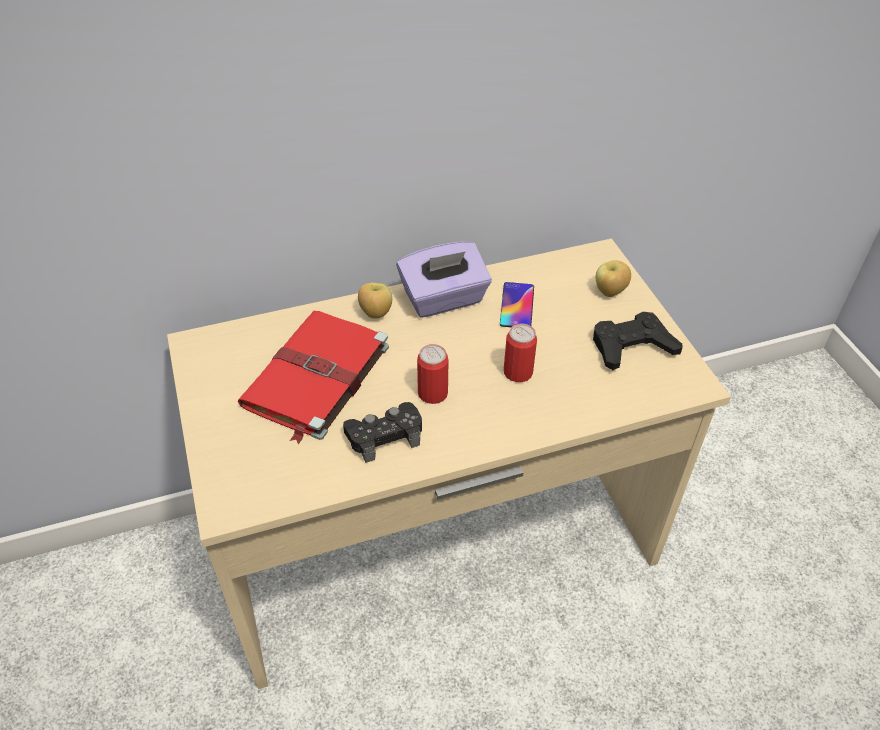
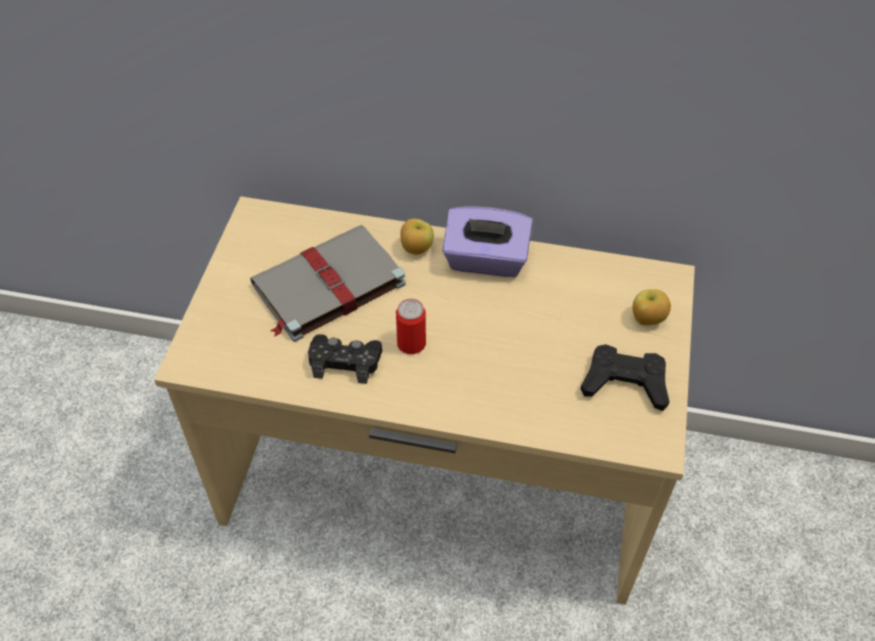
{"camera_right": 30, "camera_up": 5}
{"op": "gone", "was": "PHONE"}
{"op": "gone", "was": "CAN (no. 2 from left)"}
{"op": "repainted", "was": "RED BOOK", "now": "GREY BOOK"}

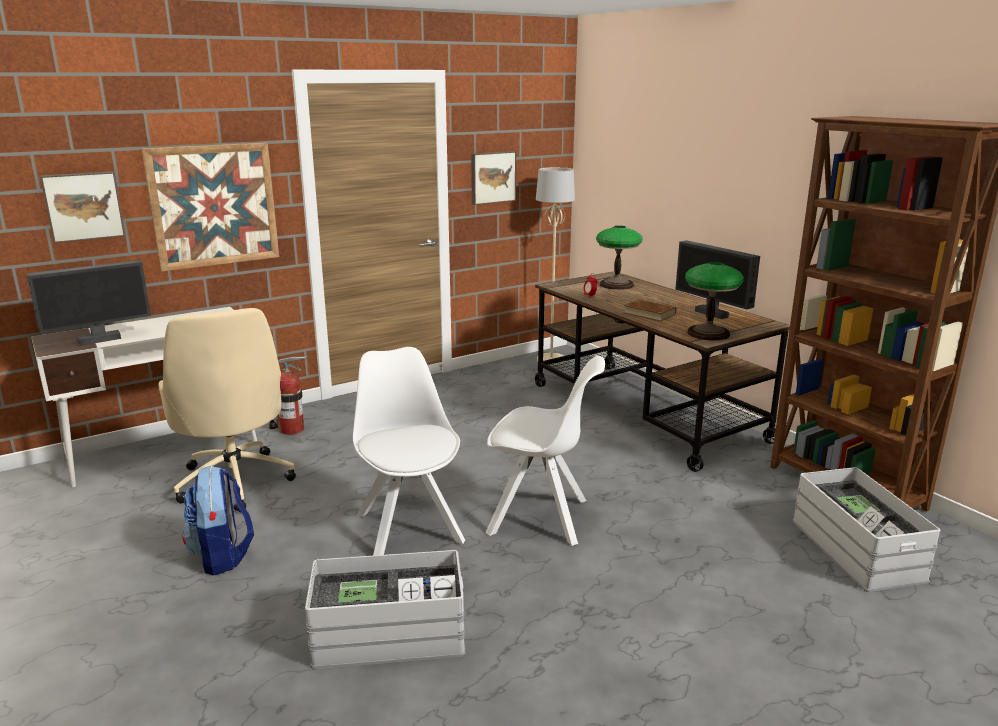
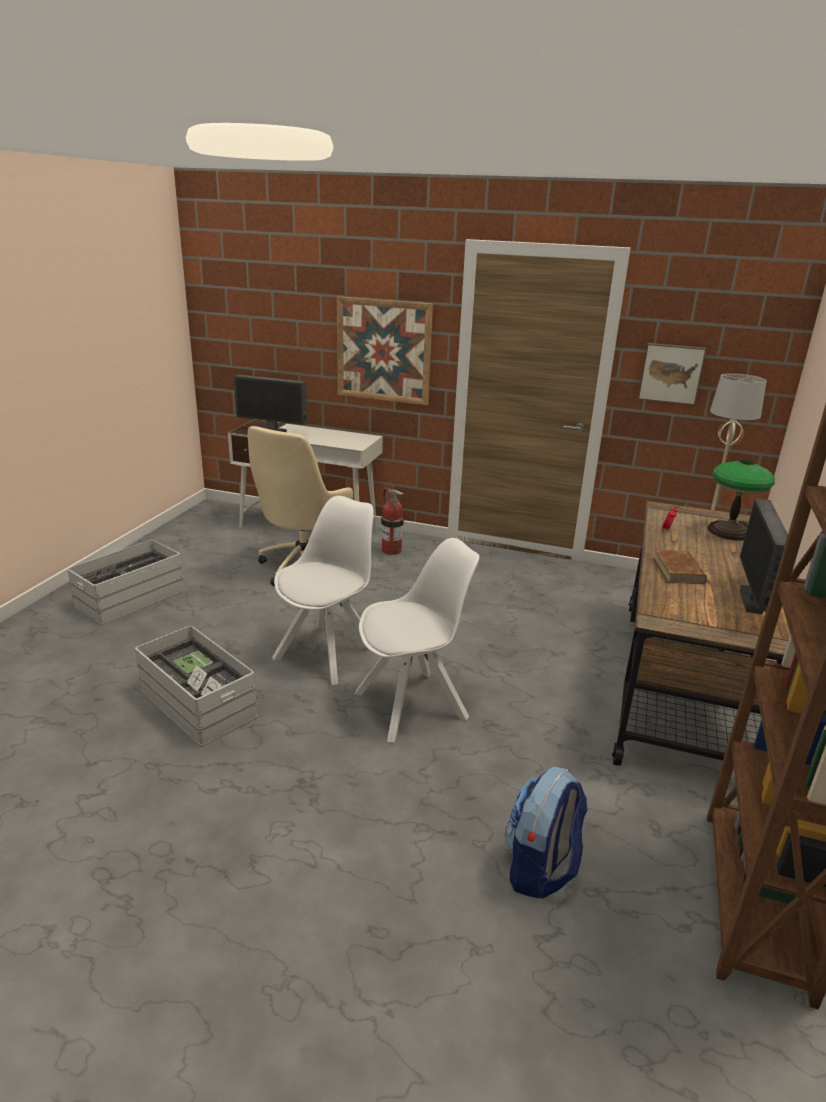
{"camera_right": 50, "camera_up": 5}
{"op": "gone", "was": "PICTURE (no. 1 from left)"}
{"op": "gone", "was": "TABLE LAMP (no. 2 from left)"}
{"op": "shifted", "was": "BACKPACK"}
{"op": "shifted", "was": "GREY STORAGE BOX (no. 2 from left in the first image)", "now": "GREY STORAGE BOX (no. 1 from left)"}
{"op": "rotated", "was": "WHITE CHAIR (no. 2 from left)", "clockwise": -90}

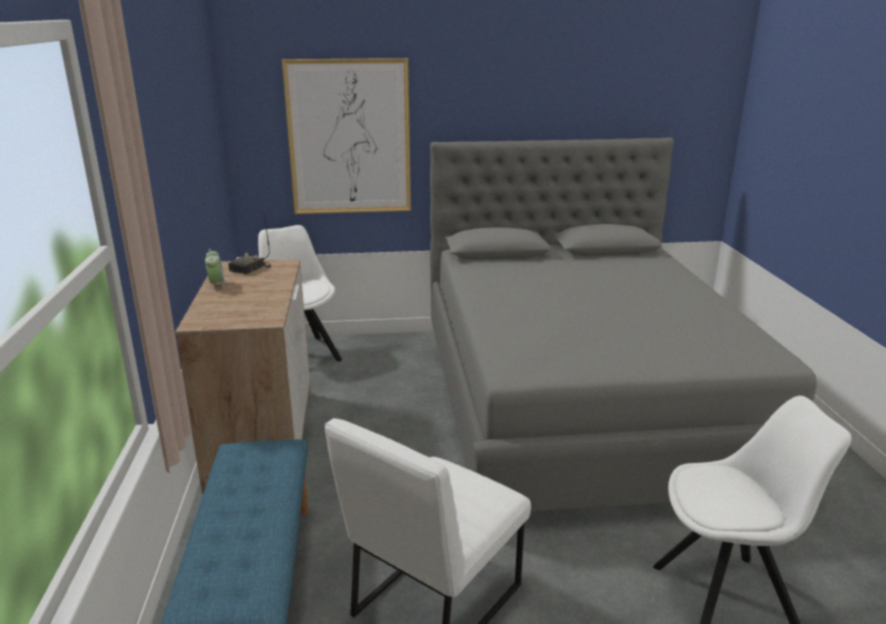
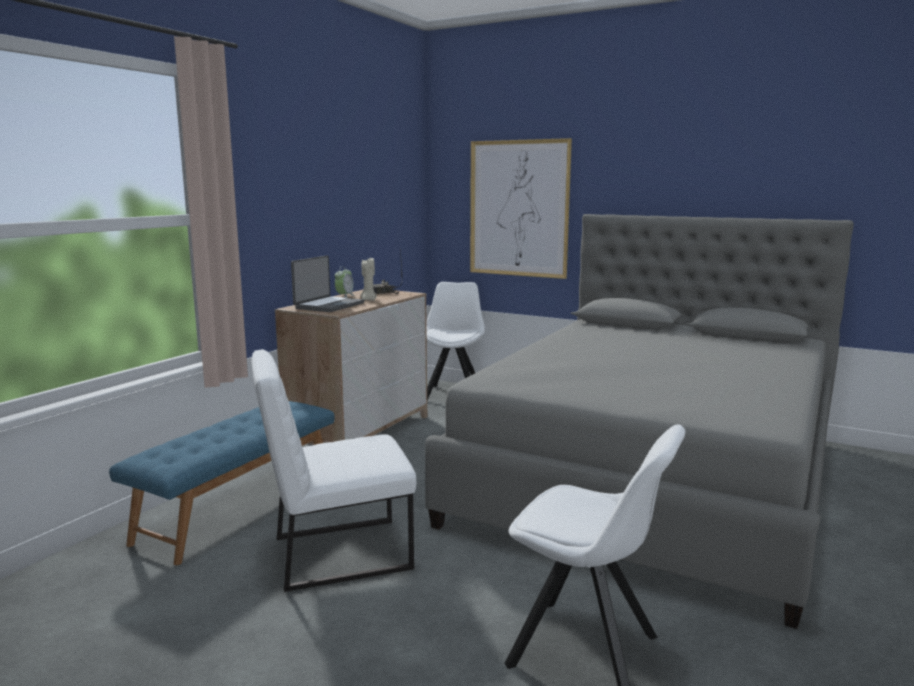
{"camera_right": 35, "camera_up": -10}
{"op": "new", "now": "LAPTOP"}
{"op": "new", "now": "BEIGE CANDLE"}

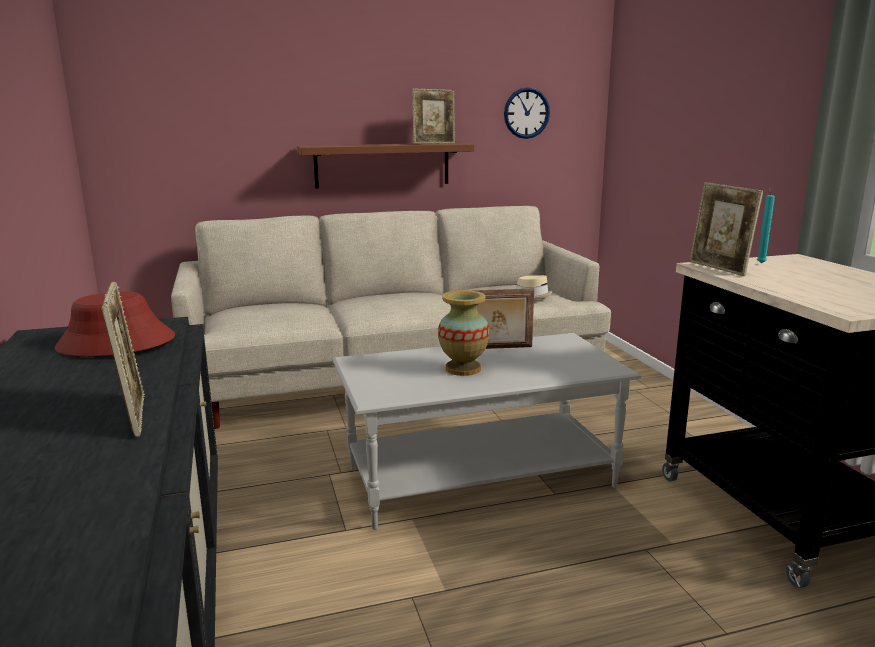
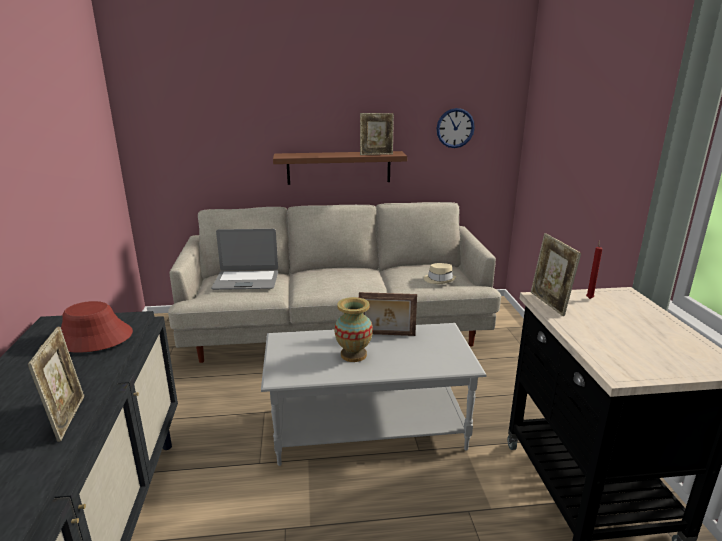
{"camera_right": 10, "camera_up": 5}
{"op": "new", "now": "LAPTOP"}
{"op": "repainted", "was": "TURQUOISE CANDLE", "now": "RED CANDLE"}

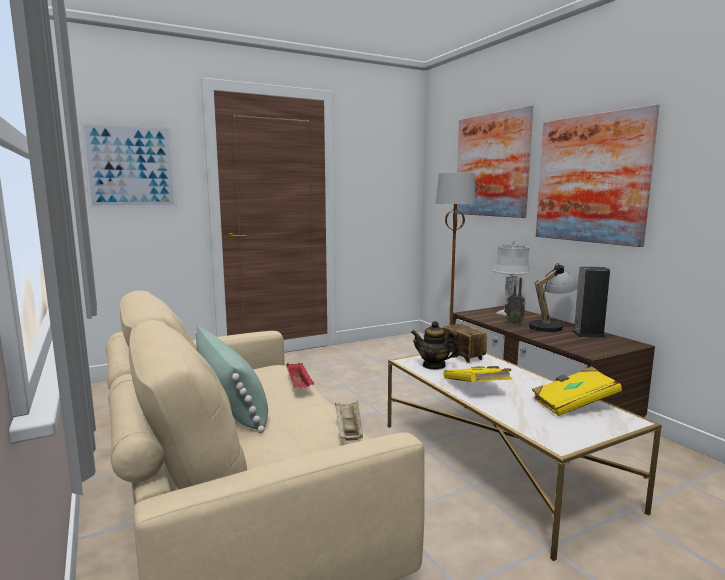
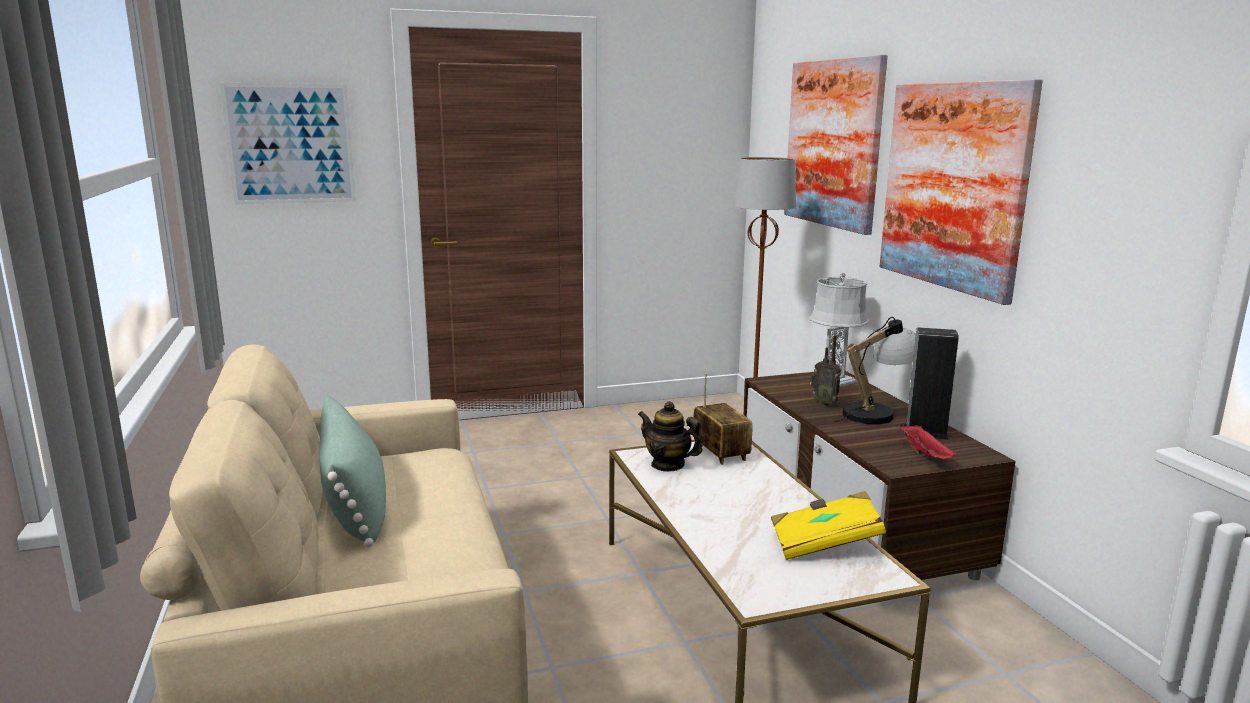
{"camera_right": 10, "camera_up": 5}
{"op": "gone", "was": "BEIGE TRAY"}
{"op": "gone", "was": "YELLOW BOOK (no. 1 from left)"}
{"op": "shifted", "was": "RED TRAY"}

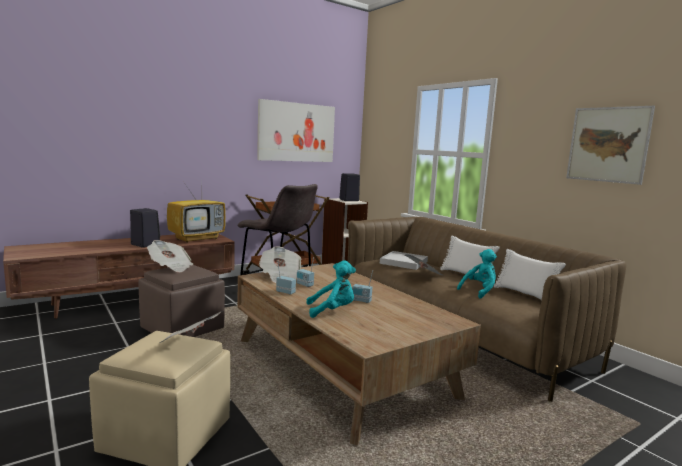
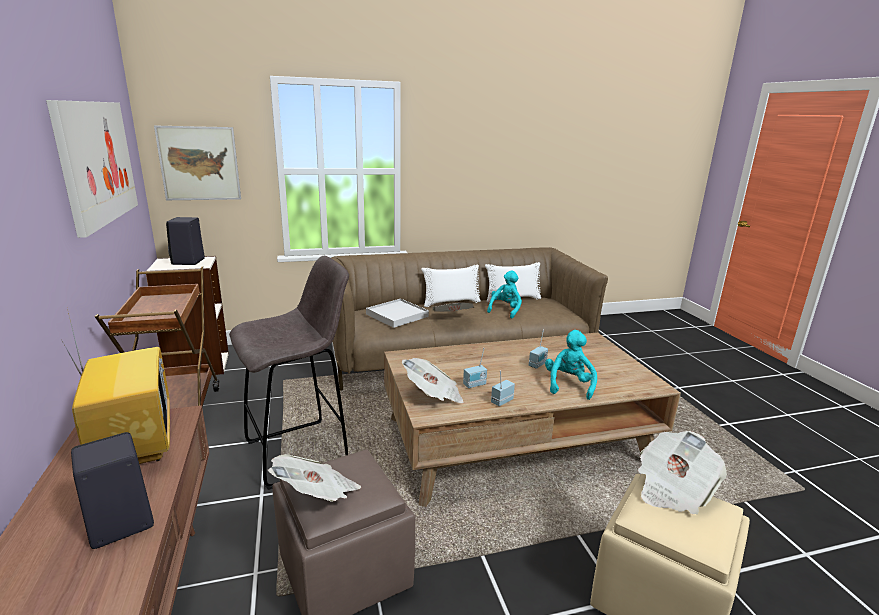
{"camera_right": -70, "camera_up": 10}
{"op": "shifted", "was": "PICTURE (no. 2 from left)"}
{"op": "rotated", "was": "TURQUOISE PLUSH TOY (no. 2 from left in the first image)", "clockwise": 45}

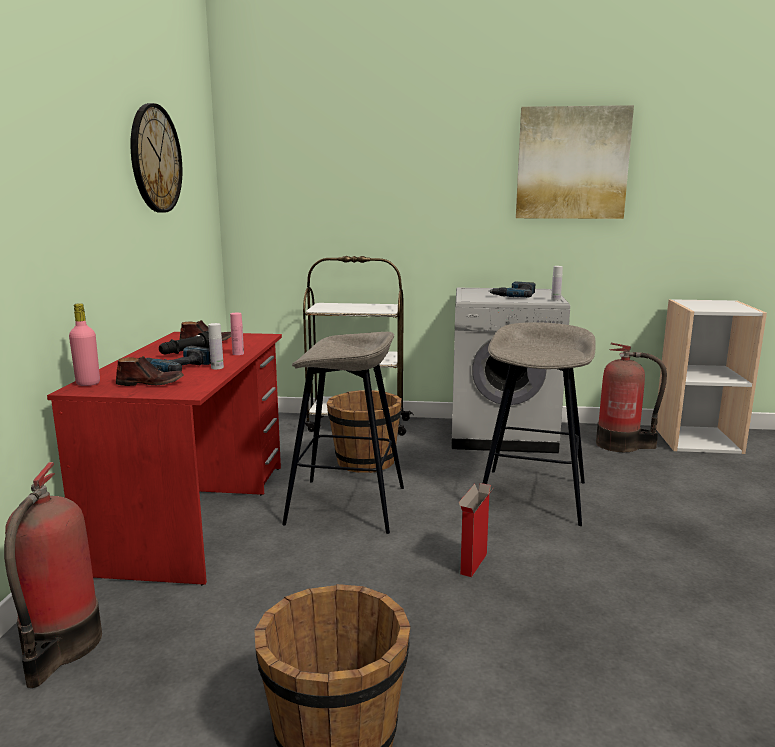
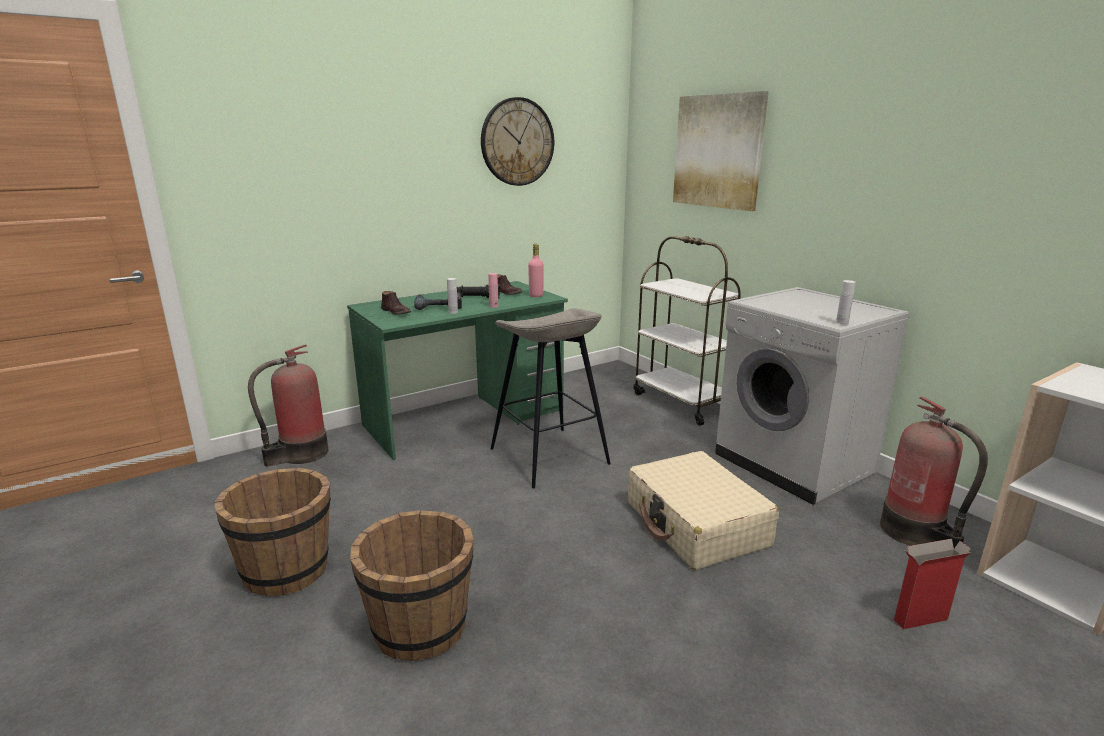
{"camera_right": 50, "camera_up": 5}
{"op": "gone", "was": "POWER DRILL (no. 2 from left)"}
{"op": "shifted", "was": "PINK BOTTLE (no. 1 from left in the first image)", "now": "PINK BOTTLE (no. 2 from left)"}
{"op": "shifted", "was": "BROWN BUCKET (no. 2 from left)"}
{"op": "shifted", "was": "CARDBOARD BOX"}
{"op": "shifted", "was": "PICTURE"}
{"op": "swapped", "was": "GREY STOOL (no. 2 from left)", "now": "BEIGE SUITCASE"}
{"op": "repainted", "was": "RED DESK", "now": "GREEN DESK"}

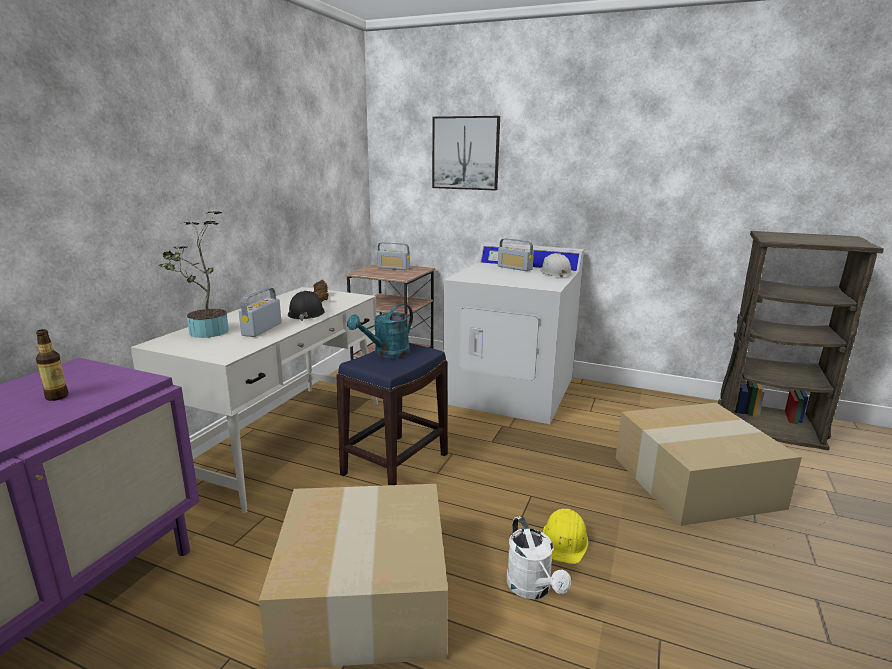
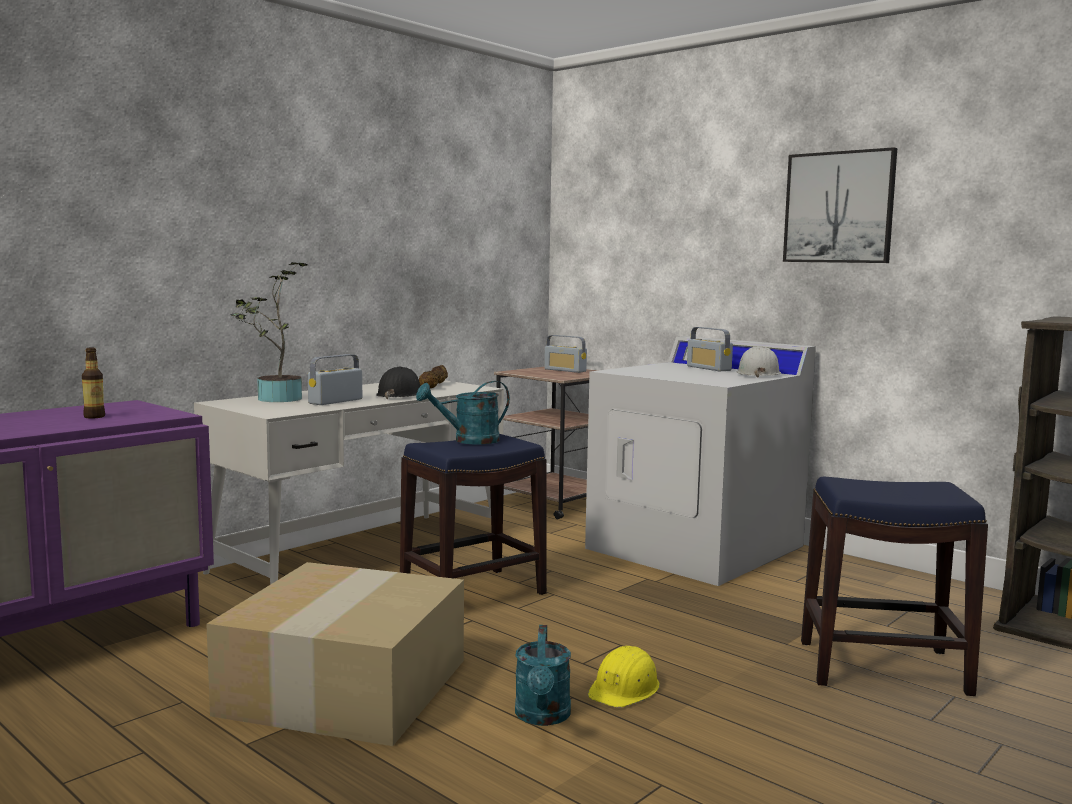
{"camera_right": 20, "camera_up": -10}
{"op": "shifted", "was": "PICTURE"}
{"op": "swapped", "was": "CARDBOARD BOX (no. 2 from left)", "now": "STOOL (no. 2 from left)"}
{"op": "repainted", "was": "WHITE WATERING CAN", "now": "TURQUOISE WATERING CAN (no. 2 from left)"}

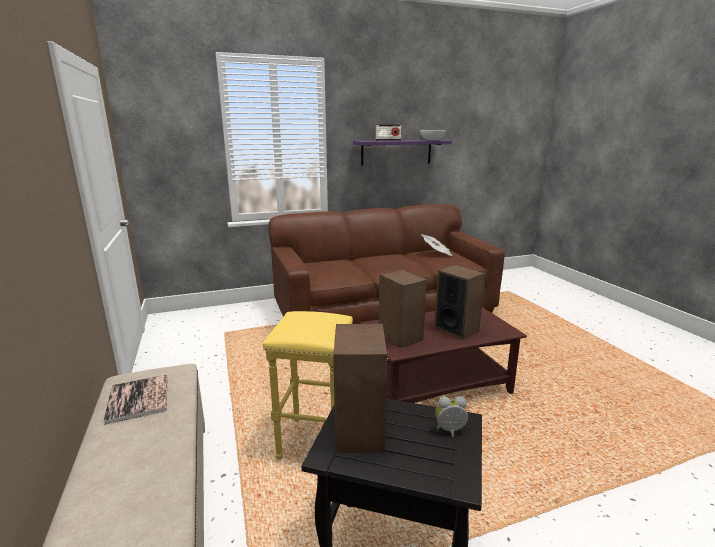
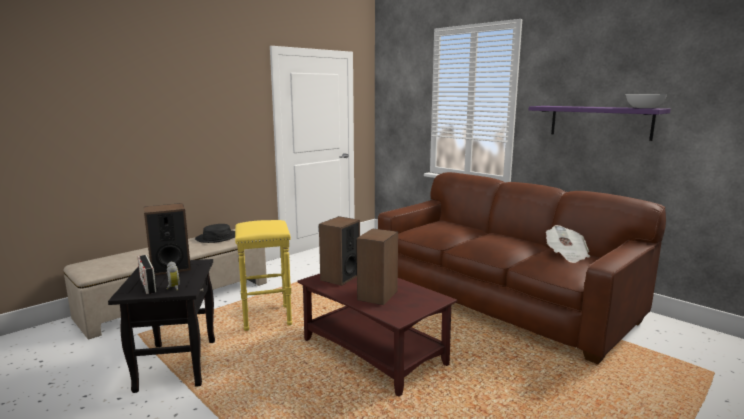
{"camera_right": 65, "camera_up": -5}
{"op": "shifted", "was": "RADIO"}
{"op": "swapped", "was": "BOOK", "now": "BLACK HAT"}

